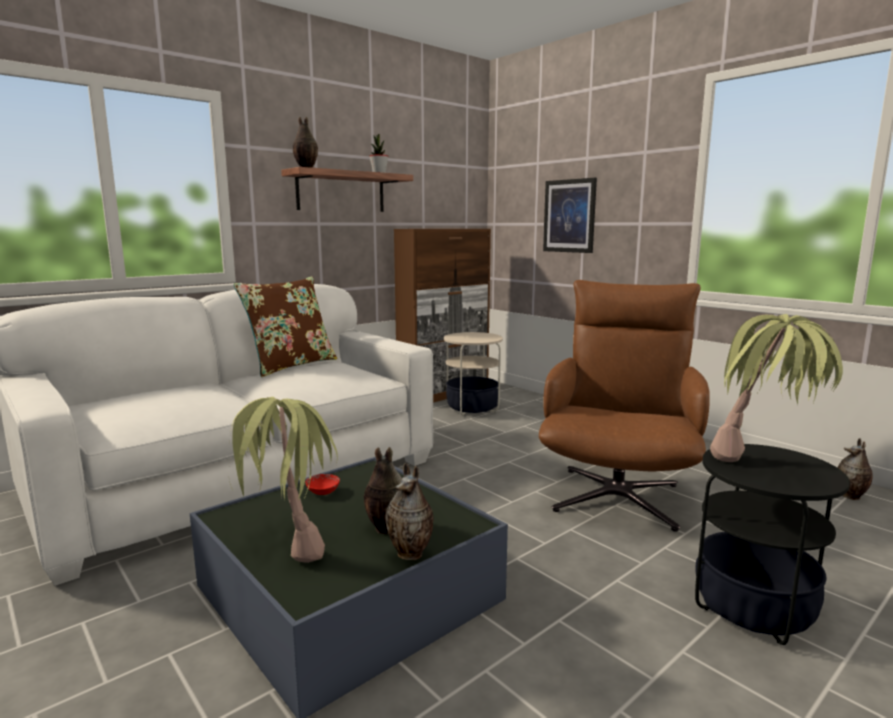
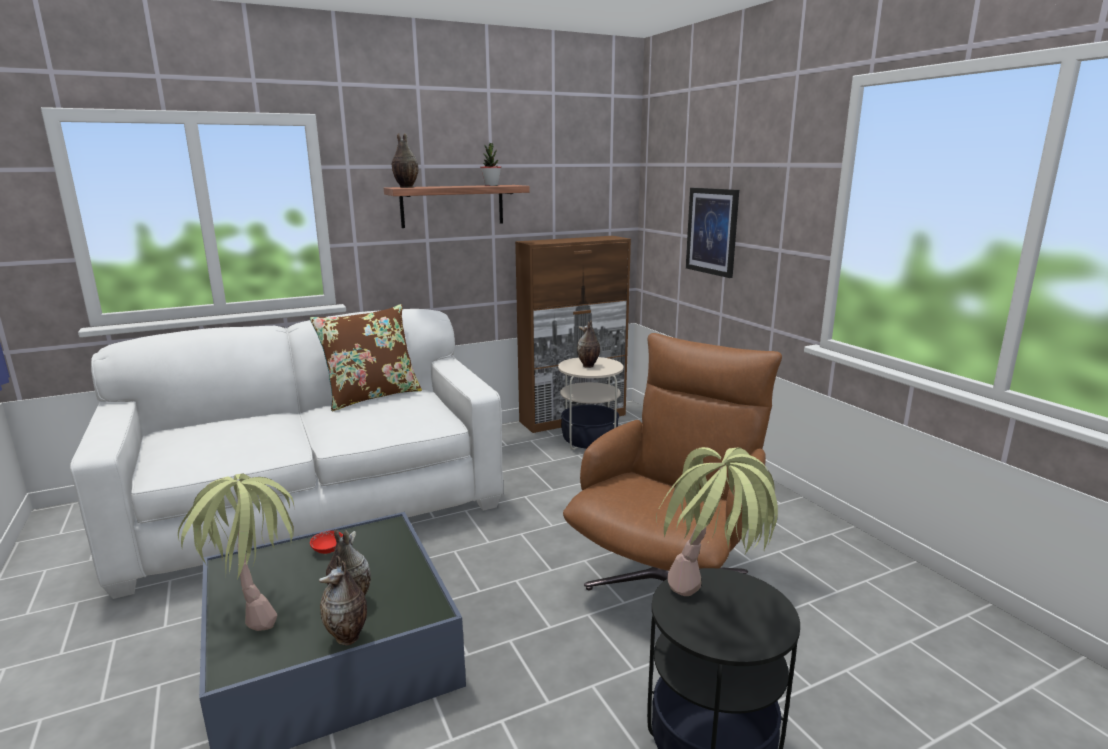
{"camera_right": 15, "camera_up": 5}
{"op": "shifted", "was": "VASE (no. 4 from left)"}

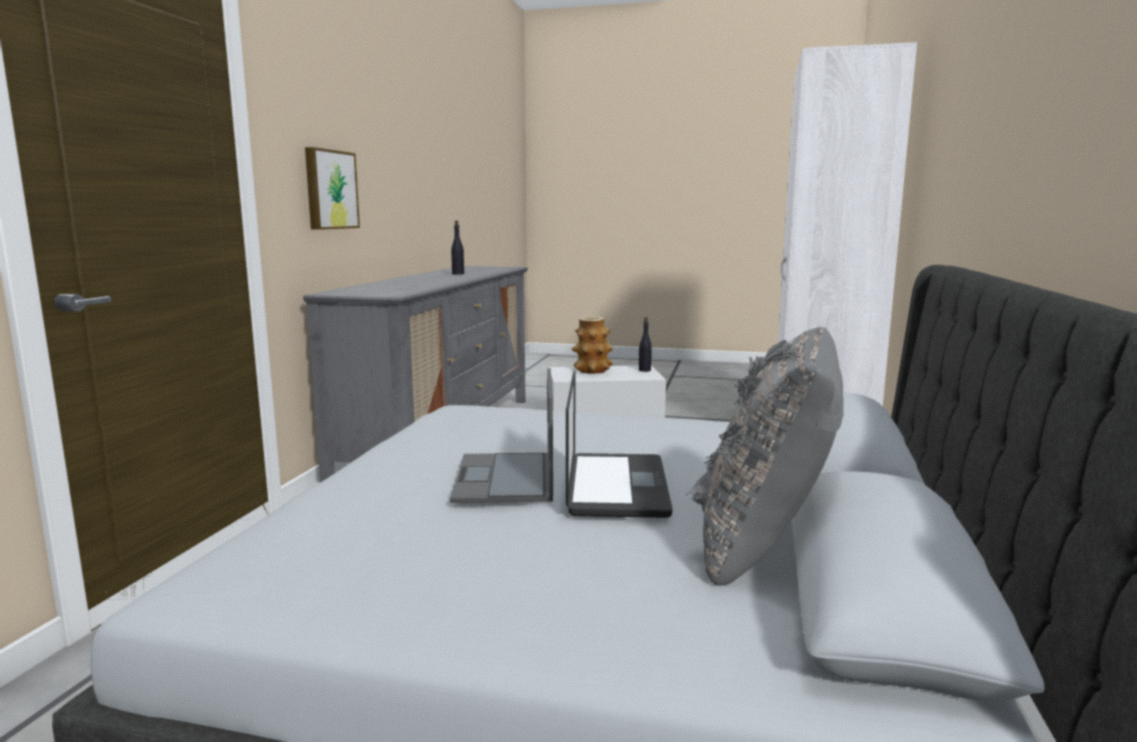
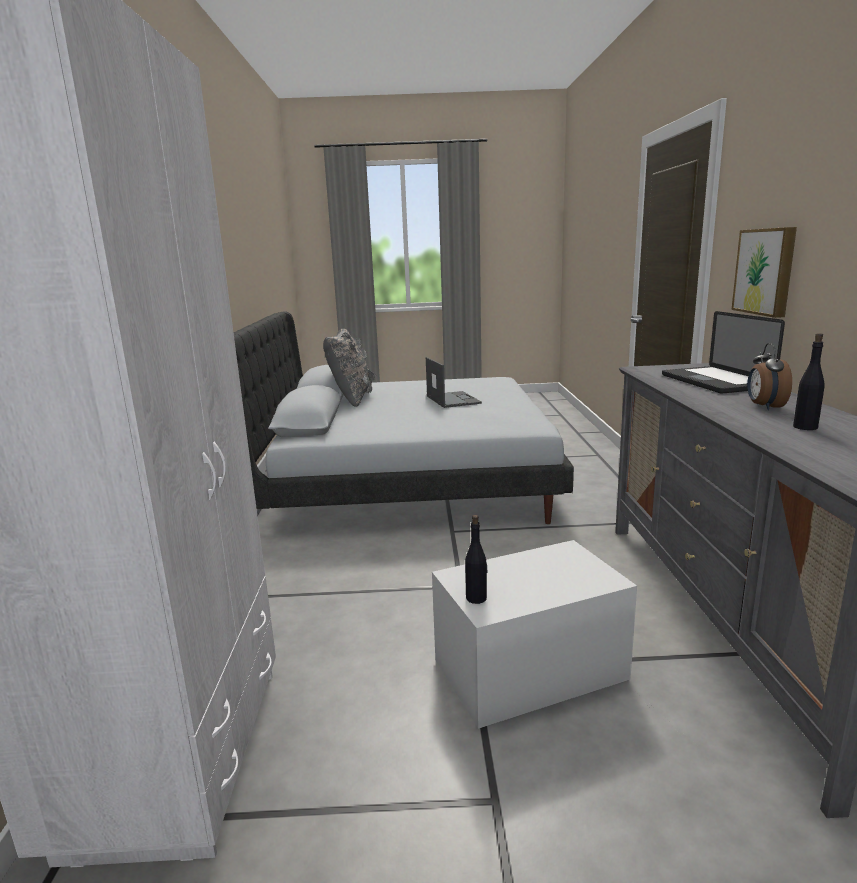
{"camera_right": 165, "camera_up": 5}
{"op": "gone", "was": "VASE"}
{"op": "new", "now": "ALARM CLOCK"}
{"op": "shifted", "was": "LAPTOP (no. 2 from left)"}

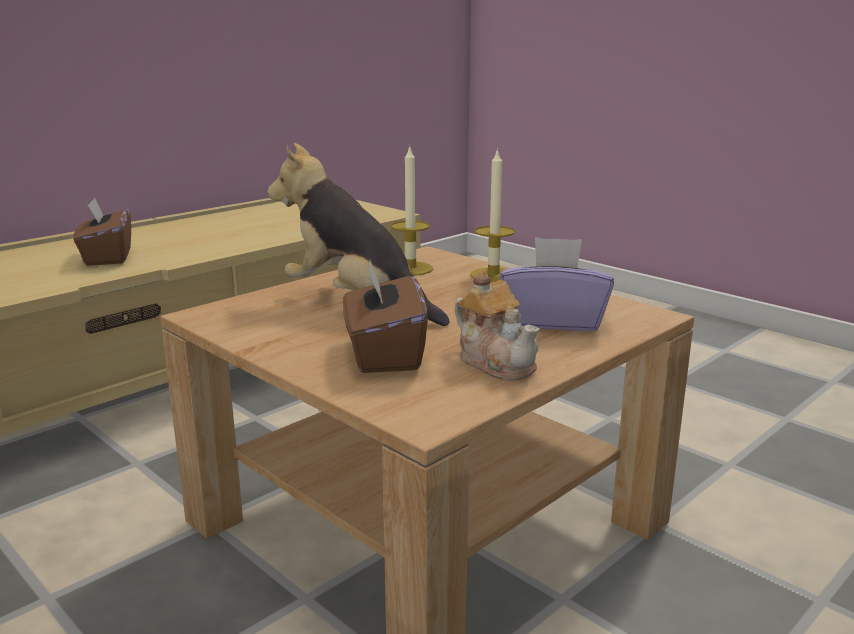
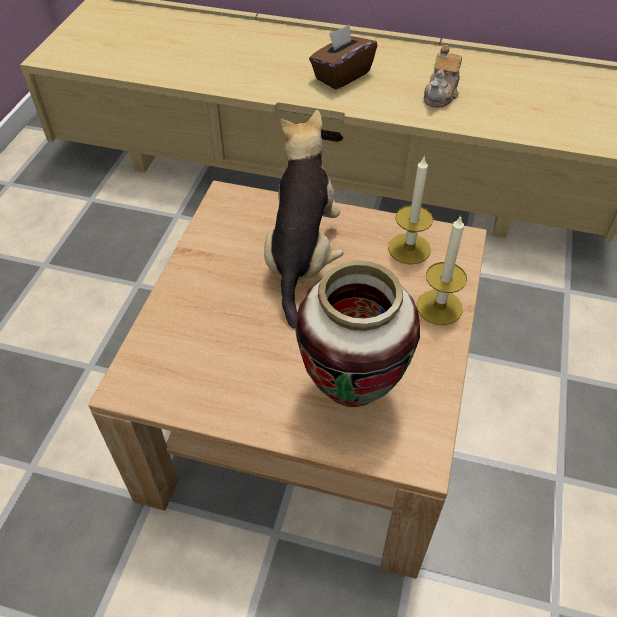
{"camera_right": 60, "camera_up": 30}
{"op": "gone", "was": "BROWN TISSUE BOX (no. 2 from left)"}
{"op": "shifted", "was": "TEAPOT"}
{"op": "swapped", "was": "PURPLE TISSUE BOX", "now": "VASE"}

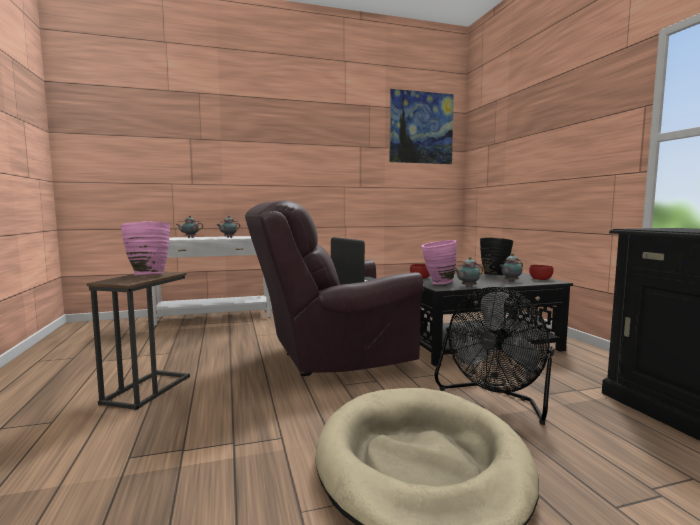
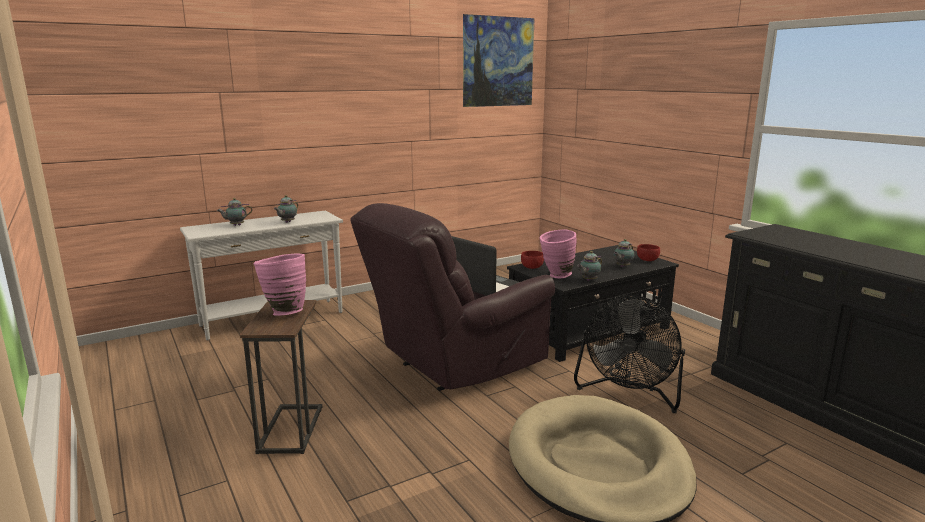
{"camera_right": -15, "camera_up": 10}
{"op": "gone", "was": "BLACK VASE"}

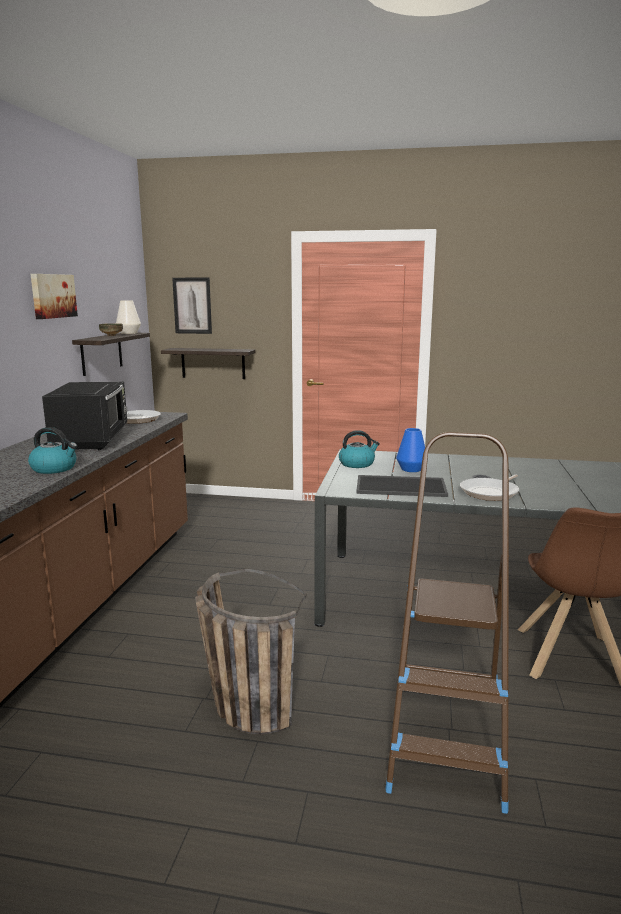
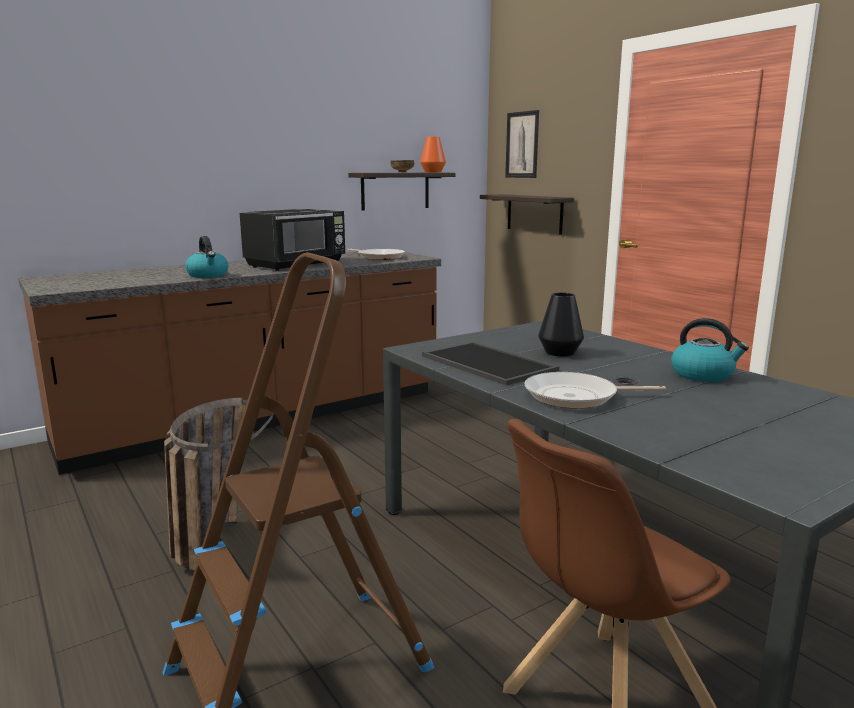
{"camera_right": 45, "camera_up": 0}
{"op": "gone", "was": "PICTURE (no. 1 from left)"}
{"op": "shifted", "was": "KETTLE (no. 2 from left)"}
{"op": "repainted", "was": "WHITE VASE", "now": "ORANGE VASE"}
{"op": "repainted", "was": "BLUE VASE", "now": "BLACK VASE"}

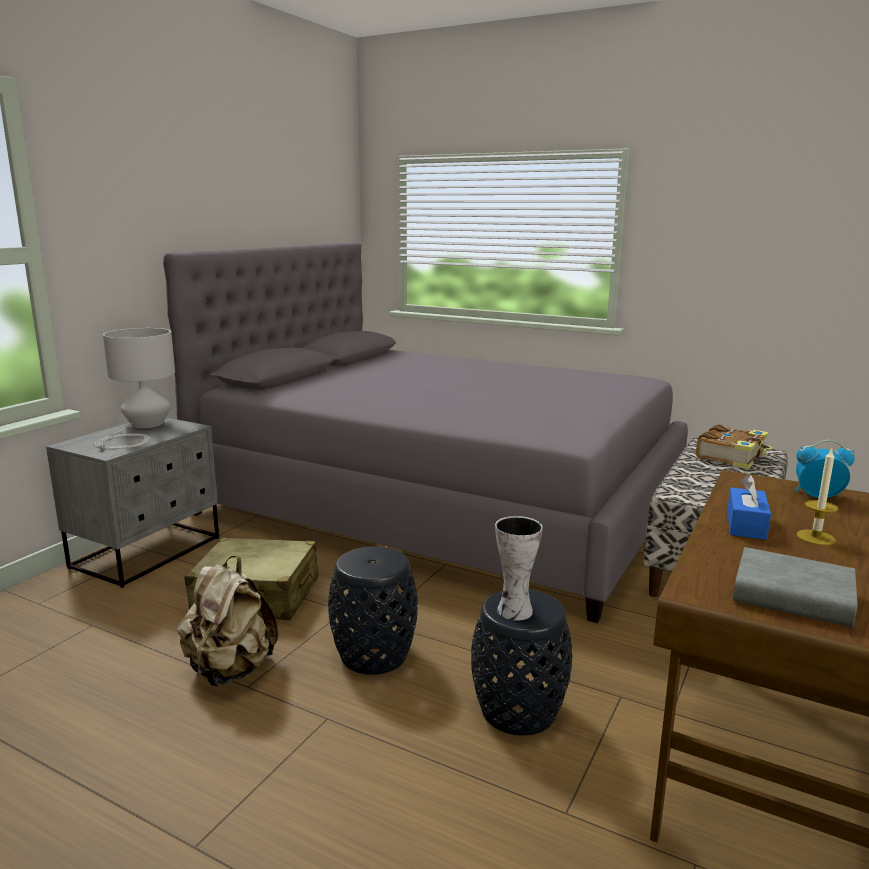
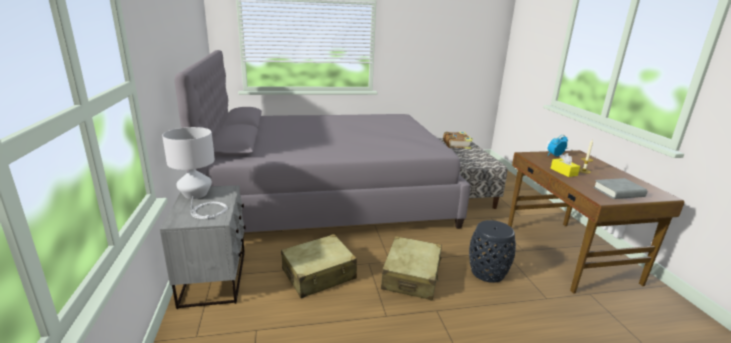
{"camera_right": -40, "camera_up": 5}
{"op": "gone", "was": "BEIGE BACKPACK"}
{"op": "gone", "was": "VASE"}
{"op": "swapped", "was": "BLACK STOOL (no. 1 from left)", "now": "BEIGE SUITCASE (no. 2 from left)"}
{"op": "repainted", "was": "BLUE TISSUE BOX", "now": "YELLOW TISSUE BOX"}

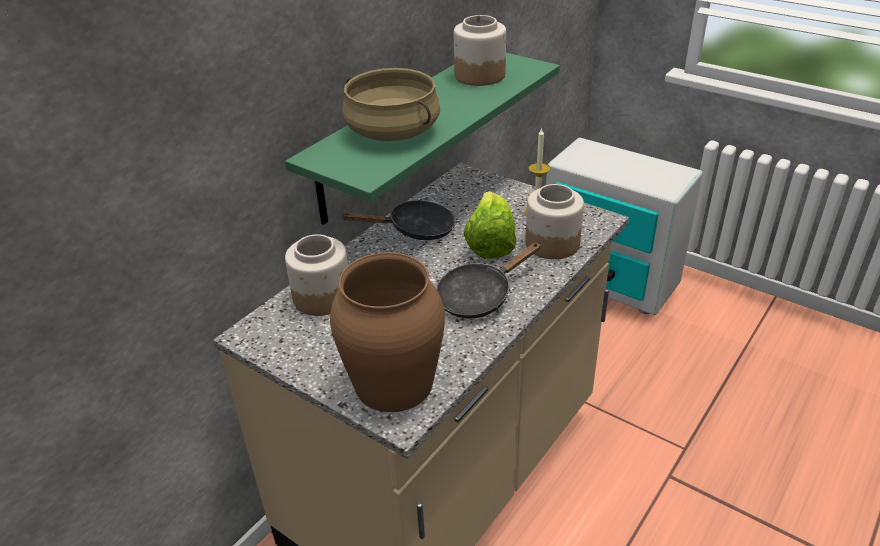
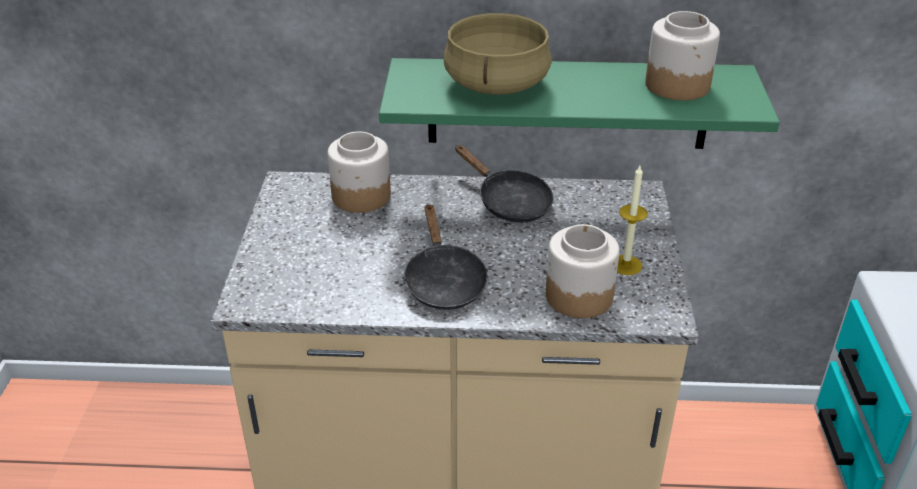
{"camera_right": 55, "camera_up": 0}
{"op": "gone", "was": "BROWN VASE"}
{"op": "gone", "was": "LETTUCE"}
{"op": "rotated", "was": "BLACK FRYING PAN (no. 2 from left in the first image)", "clockwise": -120}

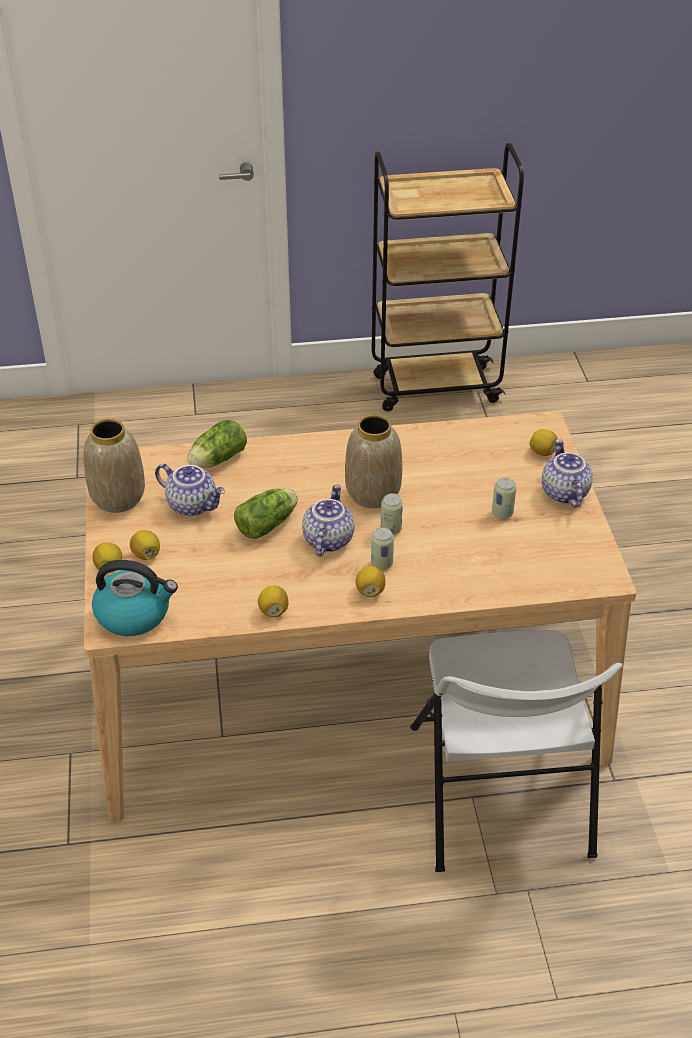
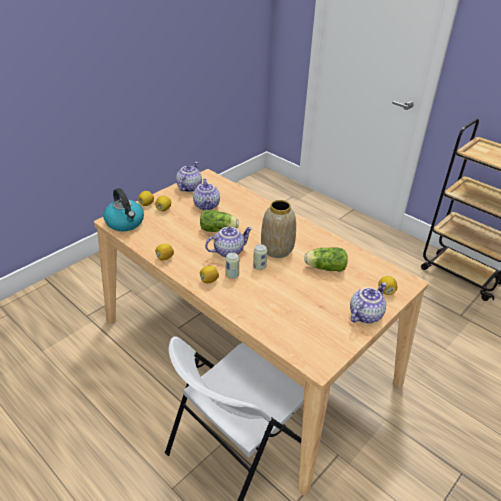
{"camera_right": 50, "camera_up": -5}
{"op": "gone", "was": "CAN (no. 3 from left)"}
{"op": "shifted", "was": "LETTUCE (no. 1 from left in the first image)", "now": "LETTUCE (no. 2 from left)"}
{"op": "swapped", "was": "VASE (no. 1 from left)", "now": "TEAPOT (no. 1 from left)"}

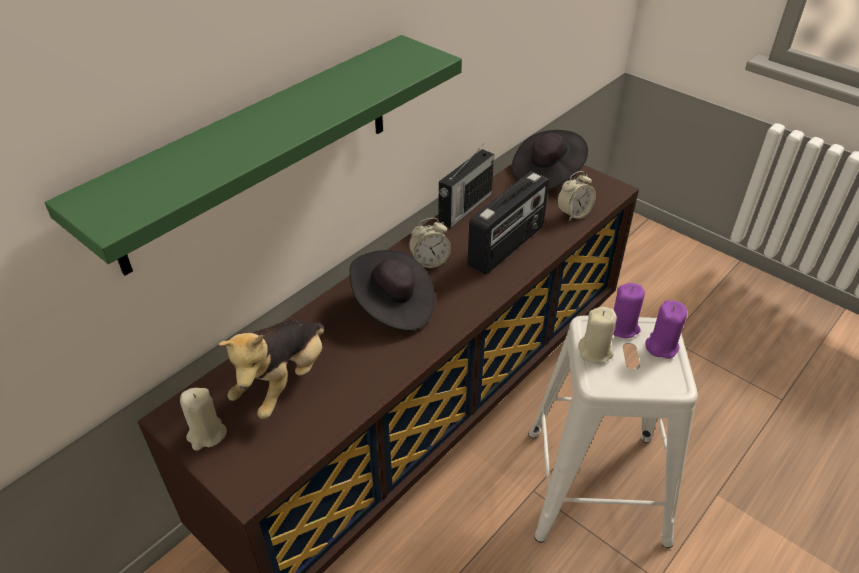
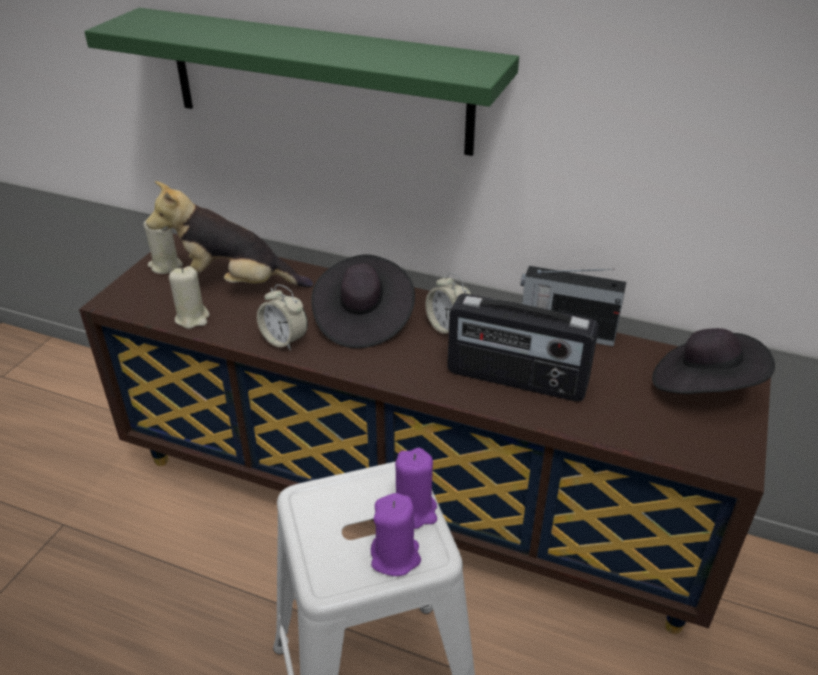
{"camera_right": 70, "camera_up": -5}
{"op": "shifted", "was": "ALARM CLOCK (no. 2 from left in the first image)", "now": "ALARM CLOCK (no. 1 from left)"}
{"op": "shifted", "was": "BEIGE CANDLE (no. 2 from left)"}

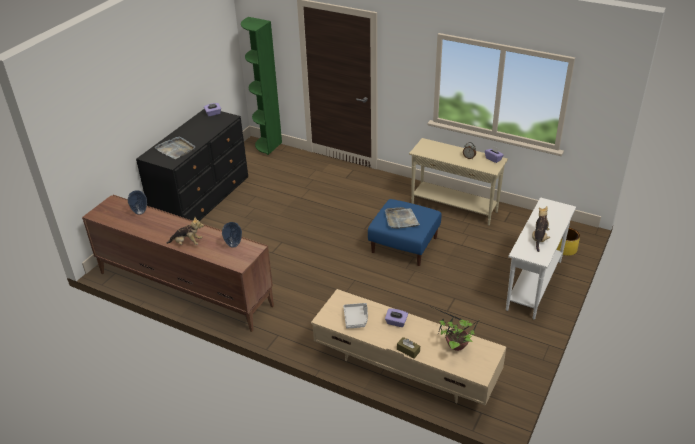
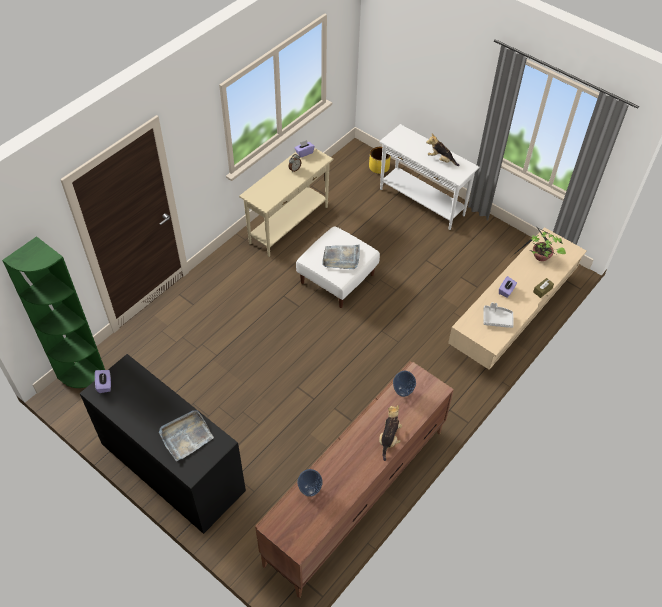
{"camera_right": -80, "camera_up": 15}
{"op": "repainted", "was": "BLUE OTTOMAN", "now": "WHITE OTTOMAN"}

